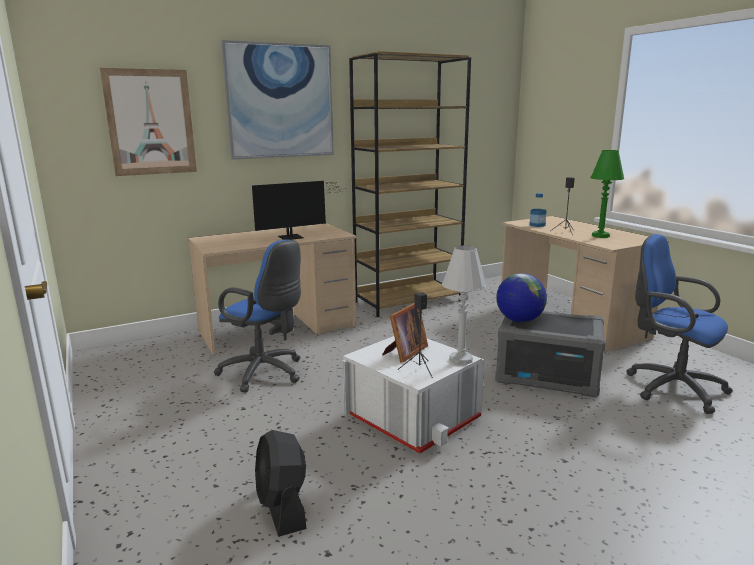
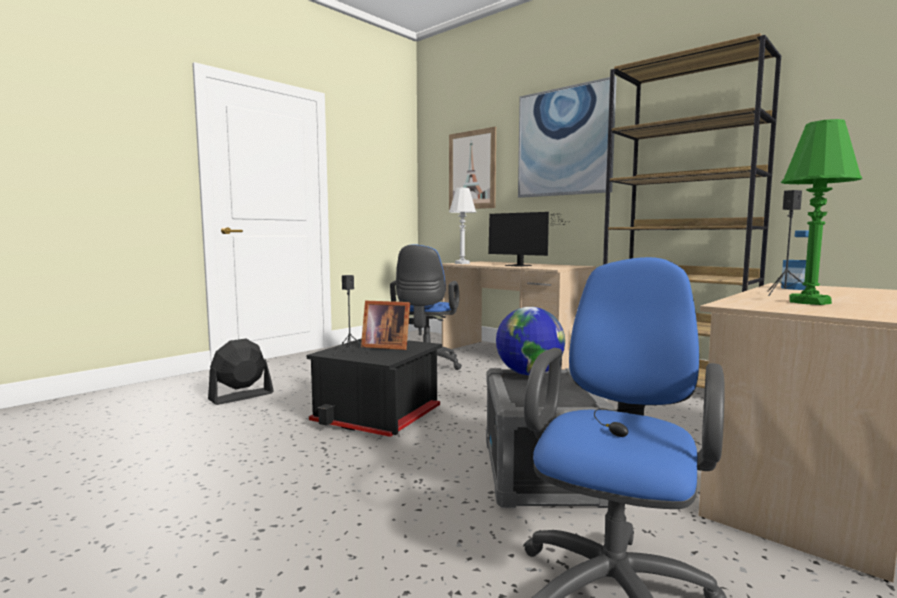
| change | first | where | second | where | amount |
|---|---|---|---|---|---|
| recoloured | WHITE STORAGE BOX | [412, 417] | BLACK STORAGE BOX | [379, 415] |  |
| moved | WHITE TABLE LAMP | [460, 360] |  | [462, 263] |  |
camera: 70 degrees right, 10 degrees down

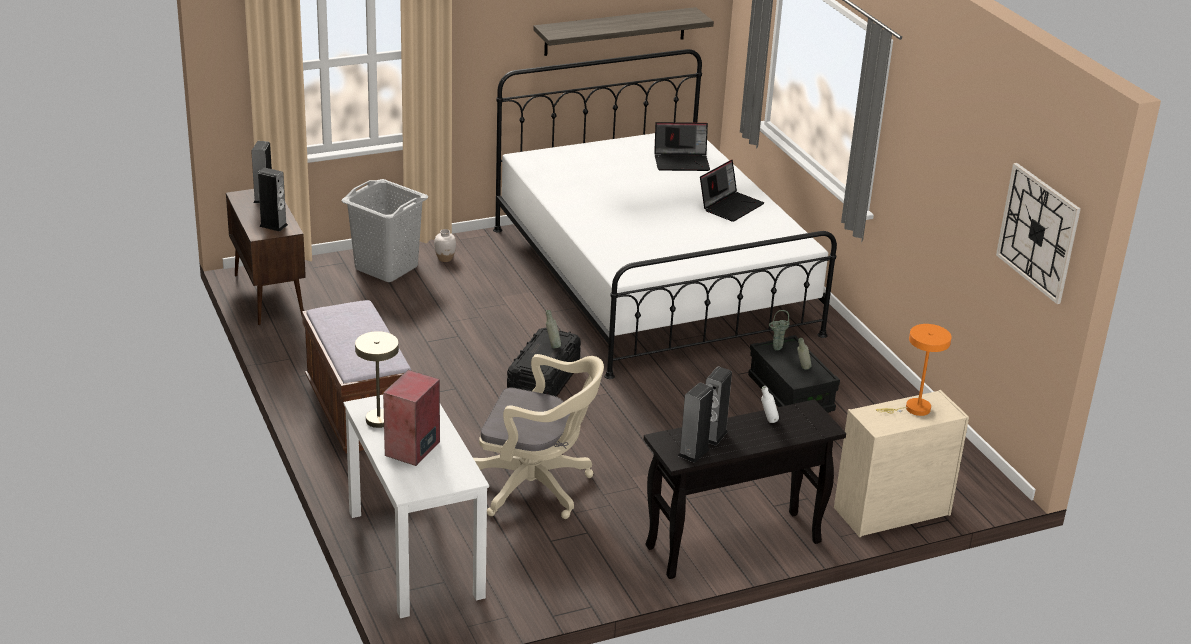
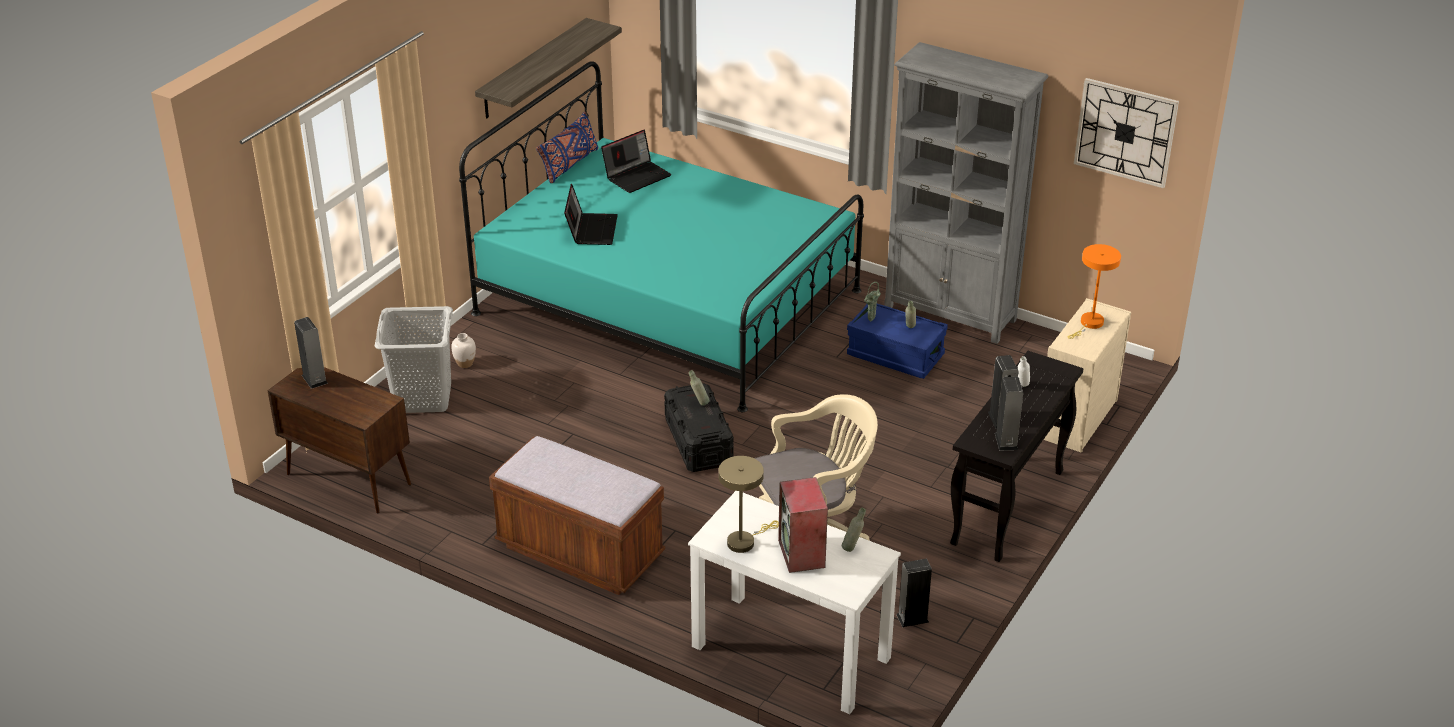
| change | first | where | second | where | amount |
|---|---|---|---|---|---|
| moved | SPEAKER | [273, 225] |  | [912, 618] |  |
| recoloured | WHITE BED | [652, 280] | TURQUOISE BED | [668, 302] |  |
| moved | LAPTOP | [730, 206] |  | [591, 229] |  |
| recoloured | BLACK STORAGE BOX | [790, 394] | BLUE STORAGE BOX | [895, 355] |  |
| added |  |  | BLUE PILLOW | [569, 165] |  |
| added |  |  | GREY BOTTLE | [852, 547] |  |
| added |  |  | GREY BOOKCASE | [950, 314] |  |
camera: 35 degrees left, 5 degrees up

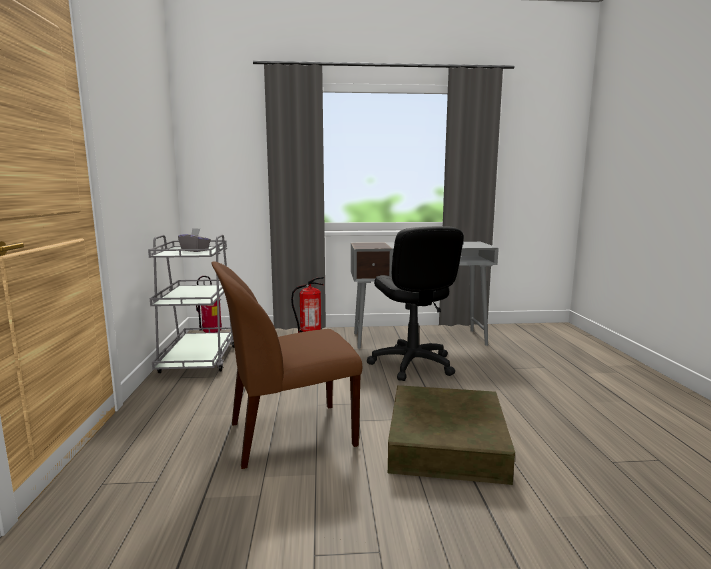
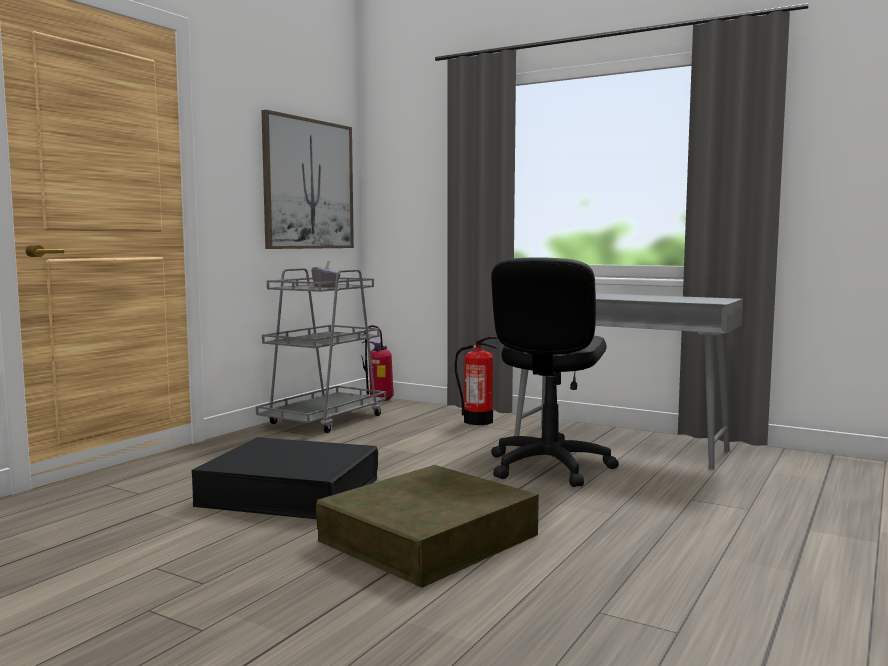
| change | first | where | second | where | amount |
|---|---|---|---|---|---|
| replaced | BROWN CHAIR | [288, 435] | BLACK STORAGE BOX | [290, 492] |  |
| added |  |  | PICTURE | [308, 184] |  |
camera: 35 degrees right, 5 degrees down

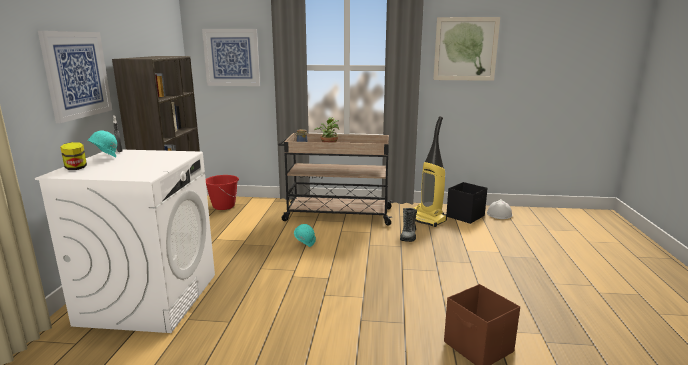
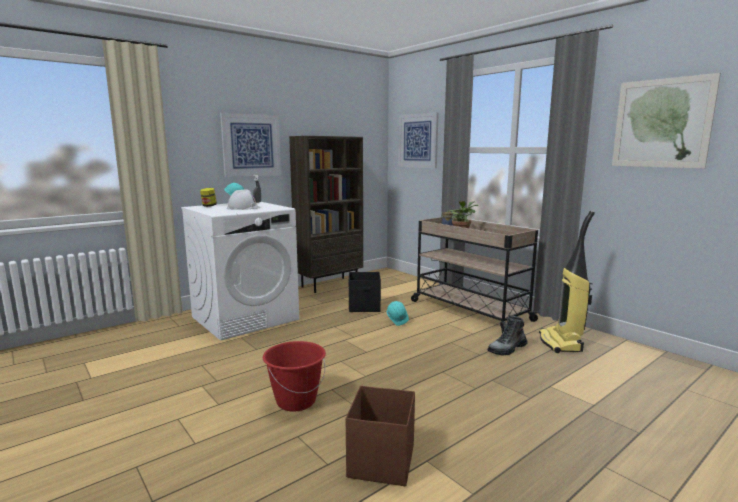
| change | first | where | second | where | amount |
|---|---|---|---|---|---|
| moved | RED BUCKET | [223, 206] |  | [296, 401] |  |
| moved | BLACK STORAGE BOX | [466, 216] |  | [365, 307] |  |
| moved | WHITE HARD HAT | [499, 214] |  | [243, 208] |  |
camera: 45 degrees right, 5 degrees down

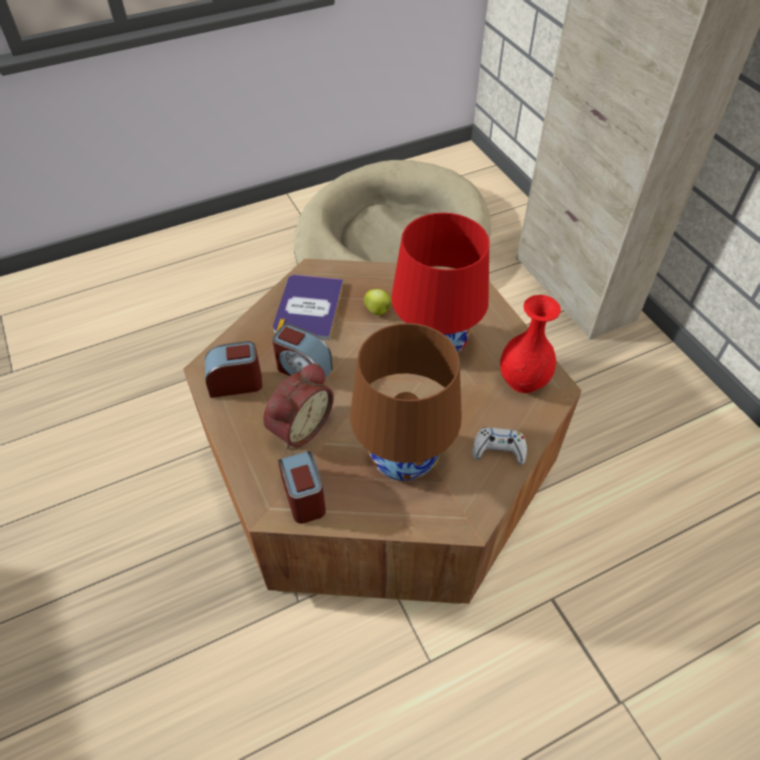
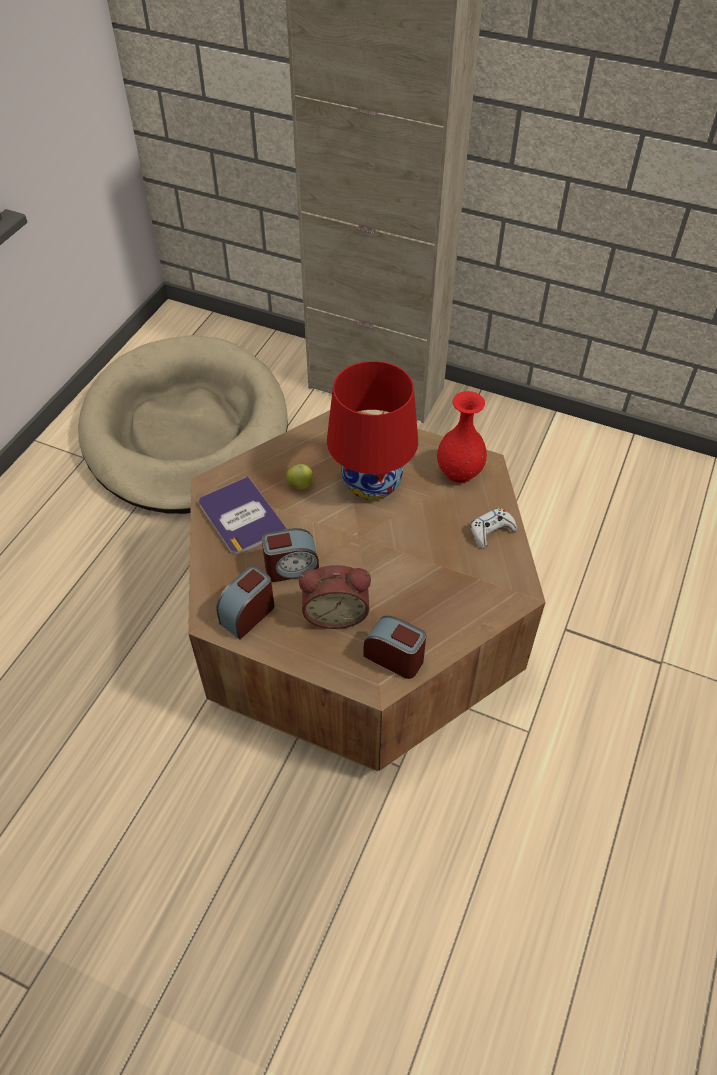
| change | first | where | second | where | amount |
|---|---|---|---|---|---|
| turned | ALARM CLOCK | [298, 426] |  | [336, 612] | 90 degrees clockwise |
| removed | BROWN TABLE LAMP | [403, 457] |  |  |  |
camera: 40 degrees left, 0 degrees up

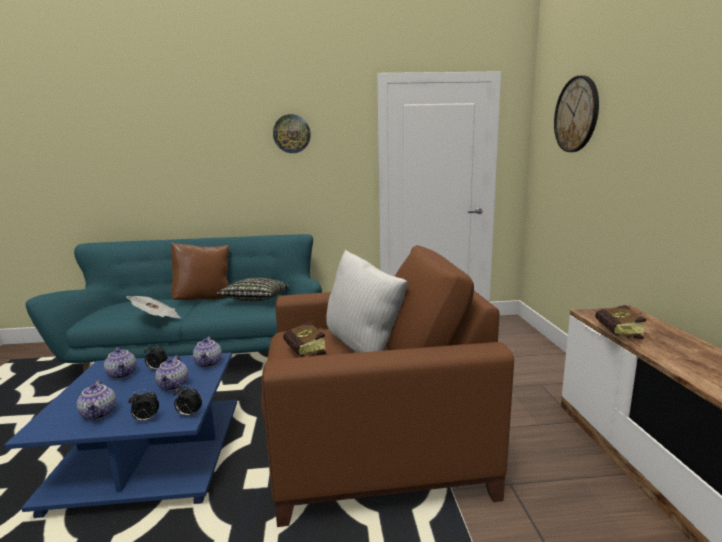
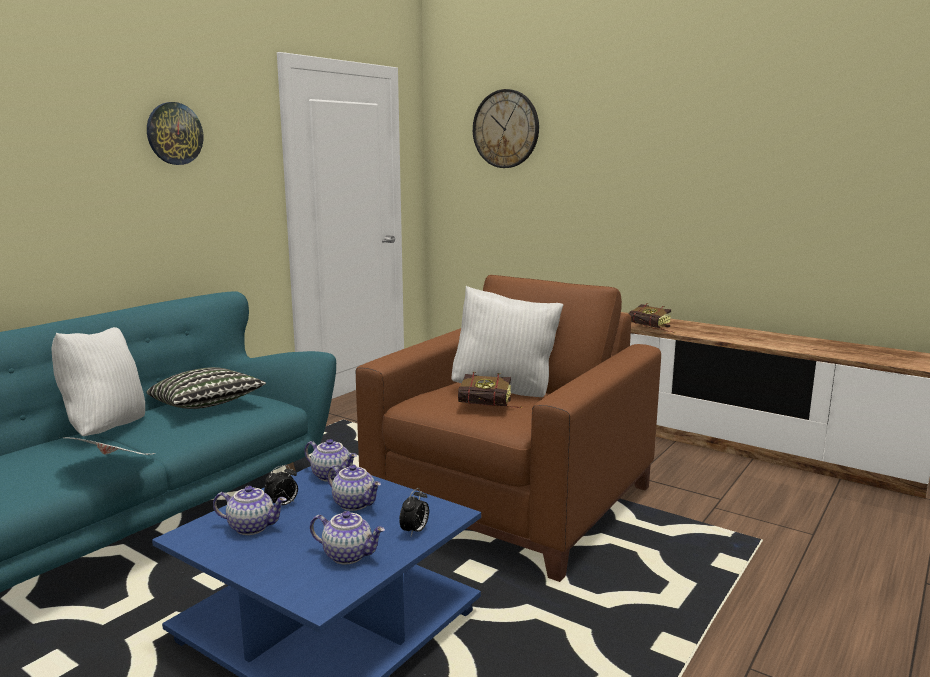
| change | first | where | second | where | amount |
|---|---|---|---|---|---|
| recoloured | BROWN PILLOW | [204, 299] | WHITE PILLOW | [105, 429] |  |
| removed | ALARM CLOCK | [189, 415] |  |  |  |
camera: 50 degrees left, 0 degrees up

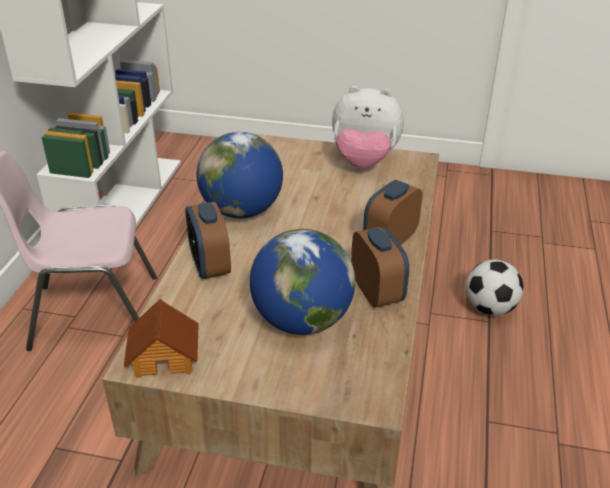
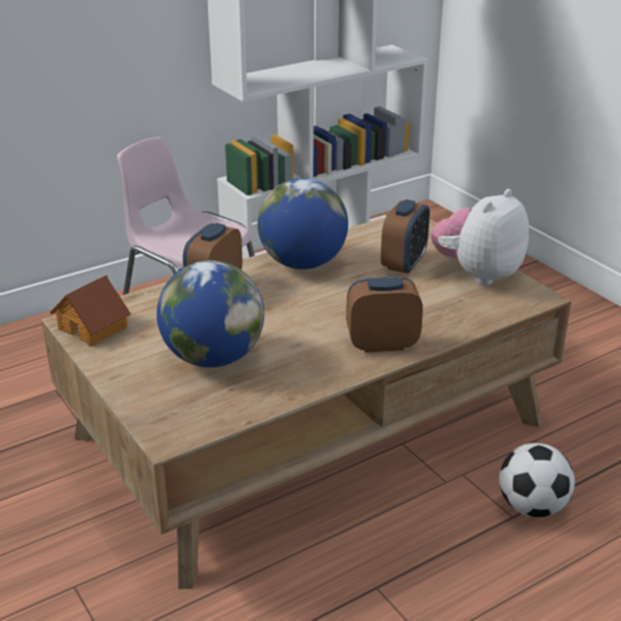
| change | first | where | second | where | amount |
|---|---|---|---|---|---|
| turned | PLUSH TOY | [364, 161] |  | [478, 274] | 75 degrees clockwise |
| moved | ALARM CLOCK | [377, 293] |  | [404, 264] |  |
camera: 45 degrees right, 5 degrees down

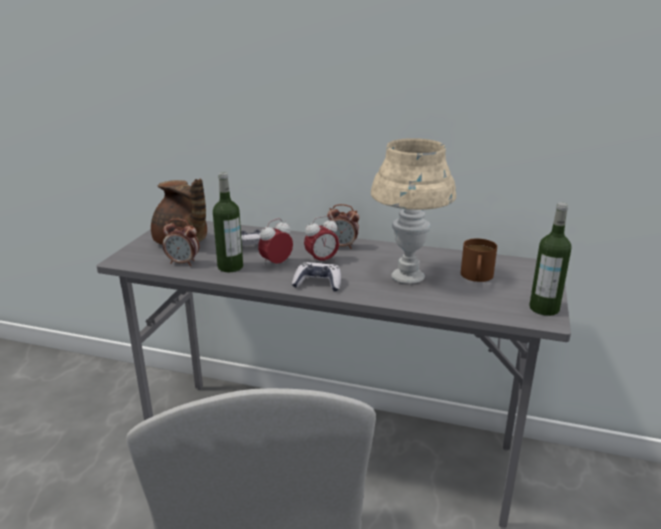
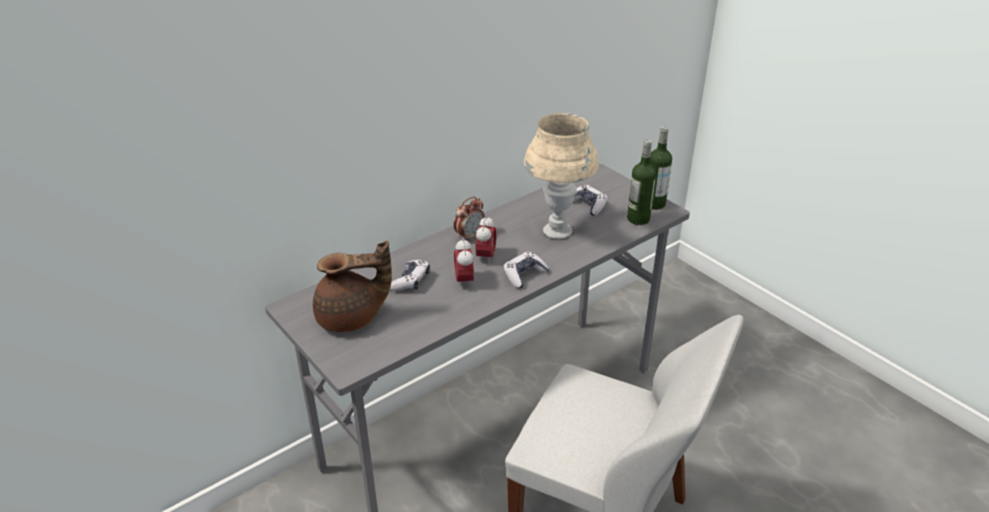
| change | first | where | second | where | amount |
|---|---|---|---|---|---|
| removed | ALARM CLOCK | [183, 263] |  |  |  |
| moved | BOTTLE | [230, 267] |  | [638, 219] |  |
| replaced | BROWN MUG | [476, 277] | GAME CONTROLLER | [588, 205] |  |
camera: 55 degrees left, 10 degrees up

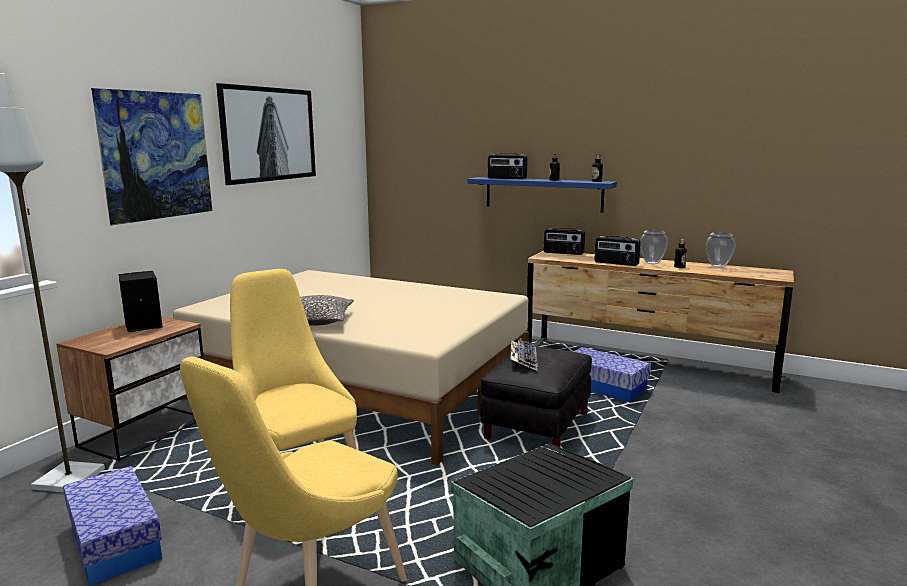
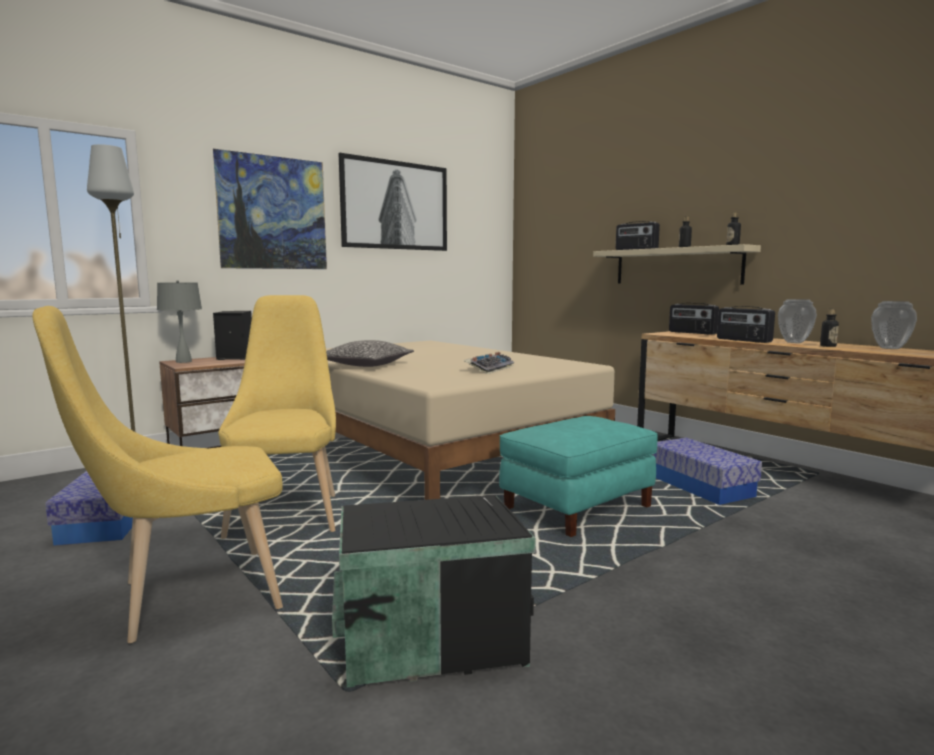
| change | first | where | second | where | amount |
|---|---|---|---|---|---|
| recoloured | BLUE SHELF | [543, 194] | BEIGE SHELF | [676, 266] |  |
| recoloured | BLACK OTTOMAN | [536, 425] | TURQUOISE OTTOMAN | [577, 507] |  |
| moved | KEYBOARD | [523, 359] |  | [489, 368] |  |
| added |  |  | GREY TABLE LAMP | [183, 361] |  |
camera: 25 degrees right, 5 degrees down

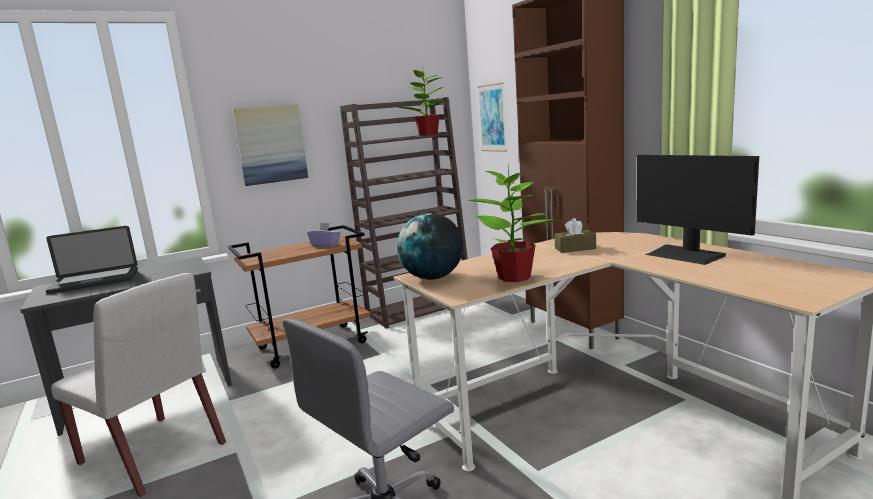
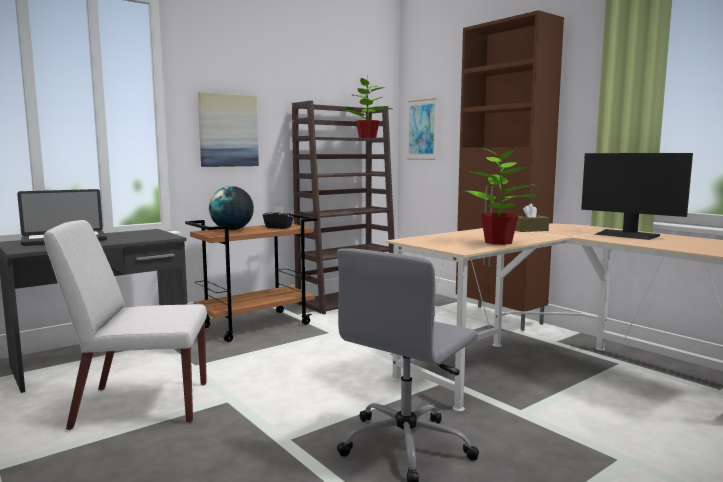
| change | first | where | second | where | amount |
|---|---|---|---|---|---|
| turned | WHITE CHAIR | [154, 454] |  | [140, 405] | 150 degrees clockwise |
| recoloured | PURPLE TISSUE BOX | [325, 245] | BLACK TISSUE BOX | [278, 227] |  |
| moved | GLOBE | [433, 278] |  | [232, 229] |  |
camera: 10 degrees left, 5 degrees down

